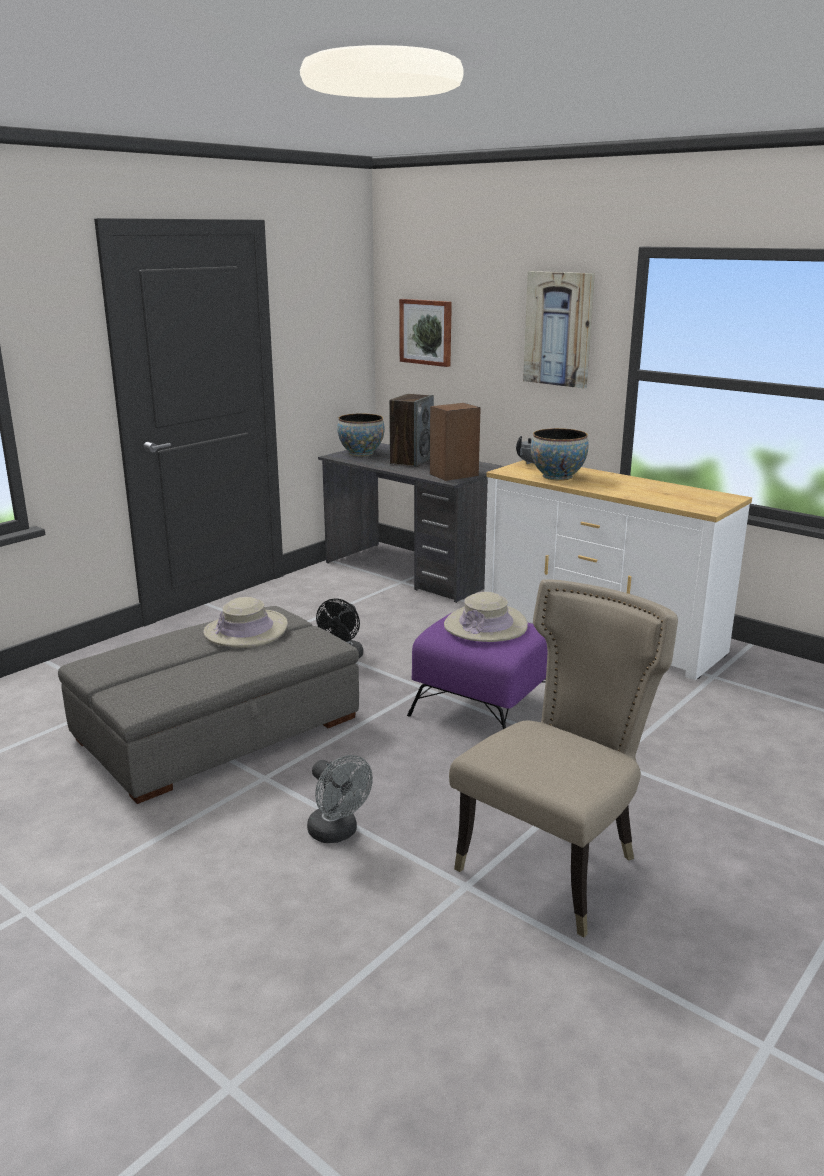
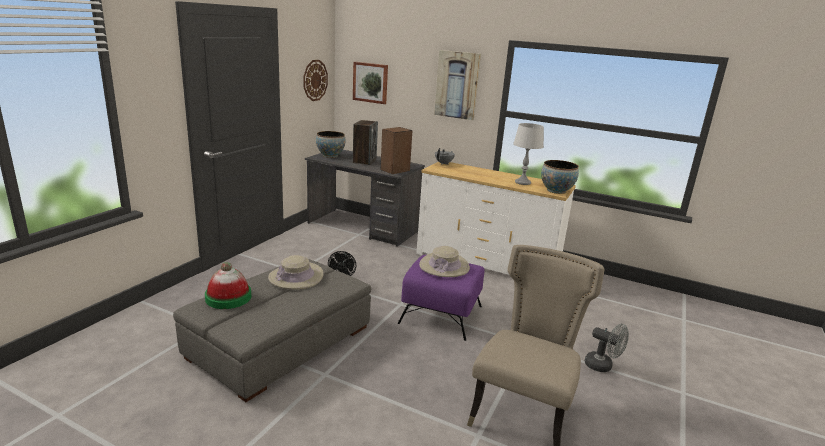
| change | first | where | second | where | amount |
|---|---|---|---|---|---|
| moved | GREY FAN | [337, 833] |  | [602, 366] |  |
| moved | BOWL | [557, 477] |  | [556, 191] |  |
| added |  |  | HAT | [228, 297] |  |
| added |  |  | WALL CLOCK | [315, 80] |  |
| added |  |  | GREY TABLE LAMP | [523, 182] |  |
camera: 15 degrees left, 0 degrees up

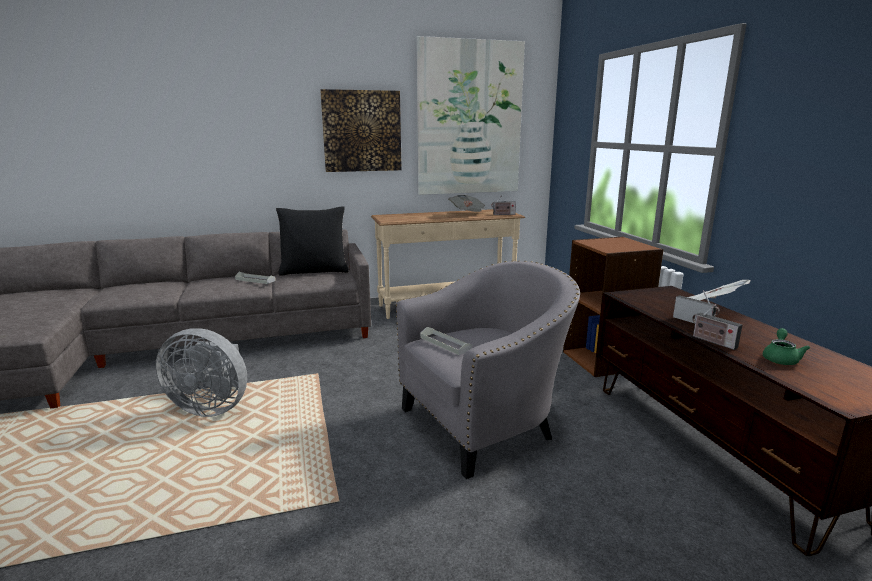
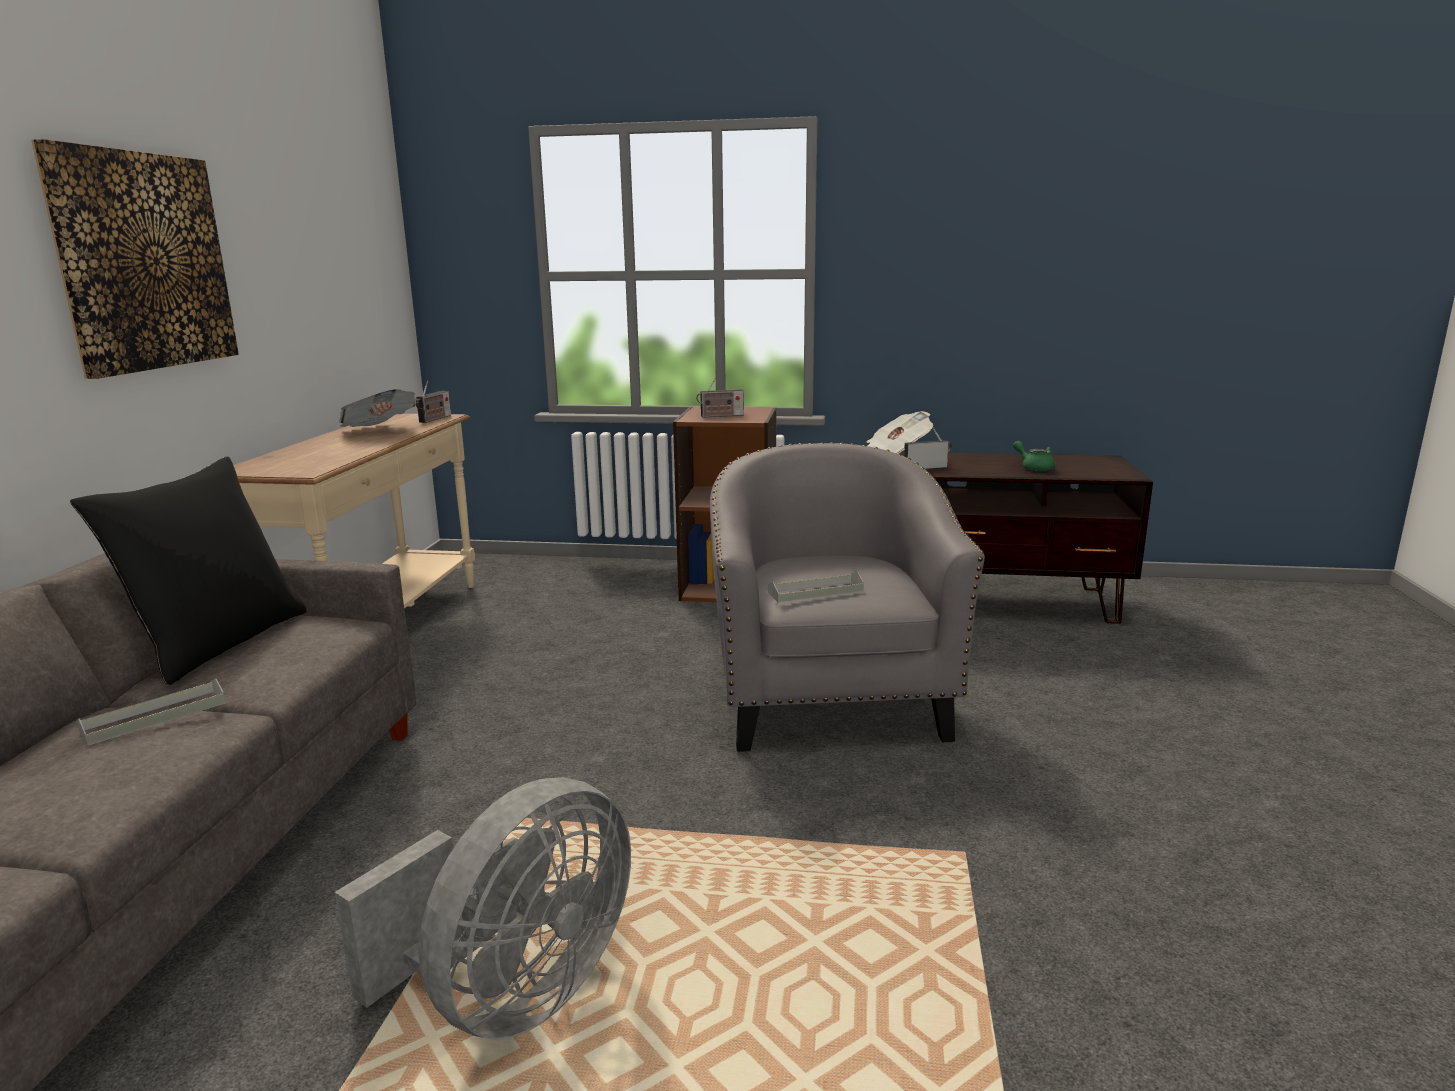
| change | first | where | second | where | amount |
|---|---|---|---|---|---|
| removed | PICTURE | [469, 119] |  |  |  |
| moved | RADIO | [712, 341] |  | [720, 416] |  |
camera: 65 degrees left, 0 degrees up

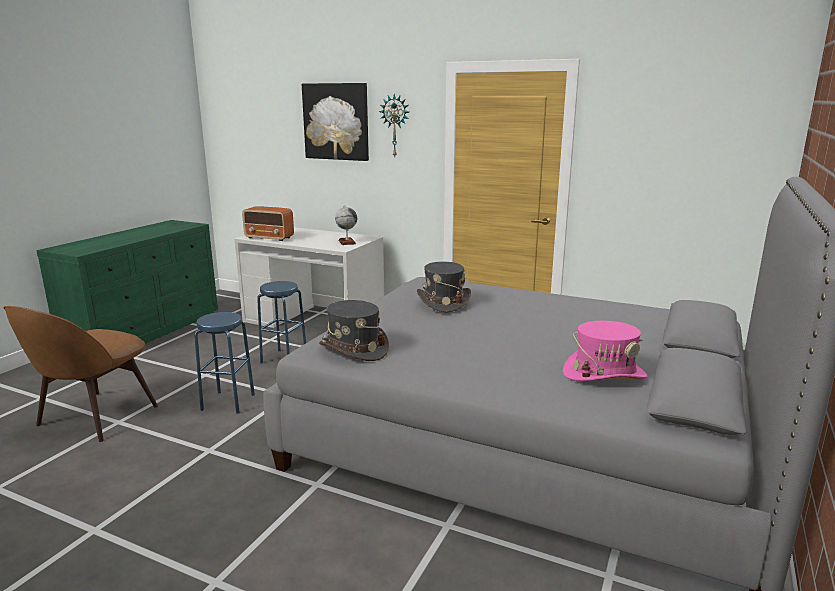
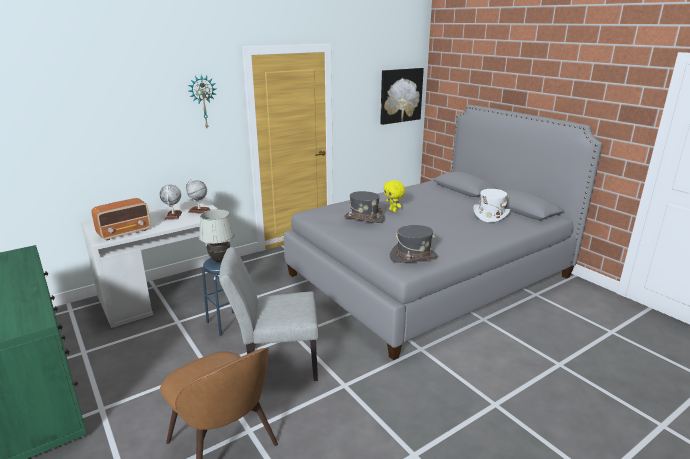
| change | first | where | second | where | amount |
|---|---|---|---|---|---|
| replaced | BLUE STOOL | [228, 402] | GREY CHAIR | [275, 364] |  |
| moved | PICTURE | [336, 121] |  | [400, 95] |  |
| recoloured | PINK HAT | [604, 374] | WHITE HAT | [490, 215] |  |
| added |  |  | GLOBE | [173, 216] |  |
| added |  |  | WHITE TABLE LAMP | [220, 260] |  |
| added |  |  | YELLOW PLUSH TOY | [393, 210] |  |
camera: 60 degrees left, 5 degrees up

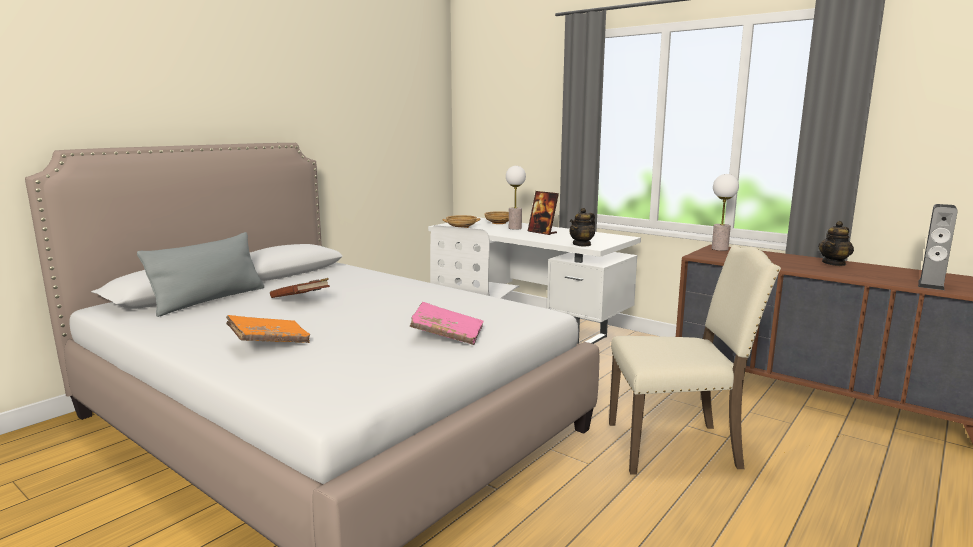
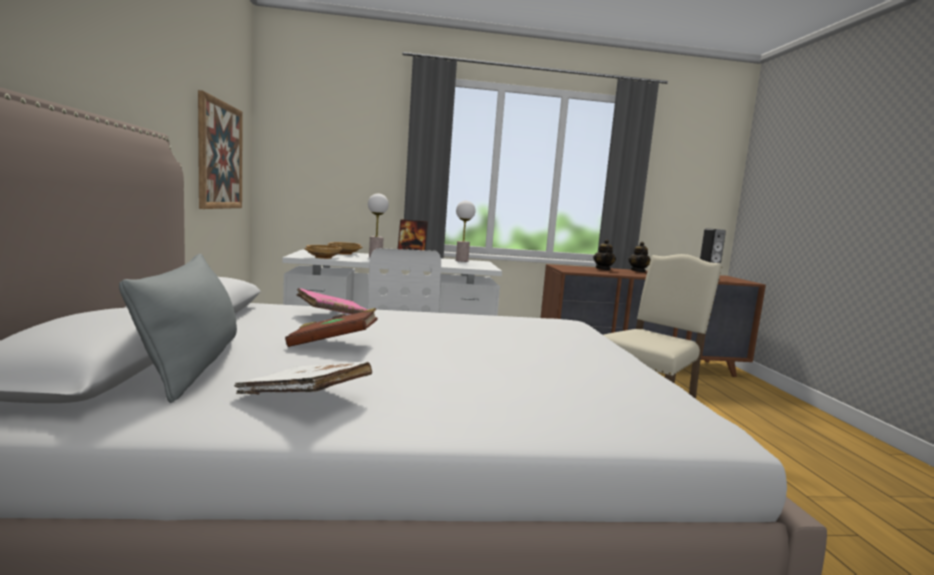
| change | first | where | second | where | amount |
|---|---|---|---|---|---|
| removed | ORANGE BOOK | [269, 342] |  |  |  |
| moved | PINK BOOK | [447, 335] |  | [333, 315] |  |
| moved | TEAPOT | [582, 244] |  | [603, 269] |  |
| moved | TABLE LAMP | [719, 249] |  | [461, 261] |  |
| added |  |  | PICTURE | [220, 155] |  |
| added |  |  | WHITE BOOK | [304, 398] |  |
camera: 45 degrees left, 5 degrees down

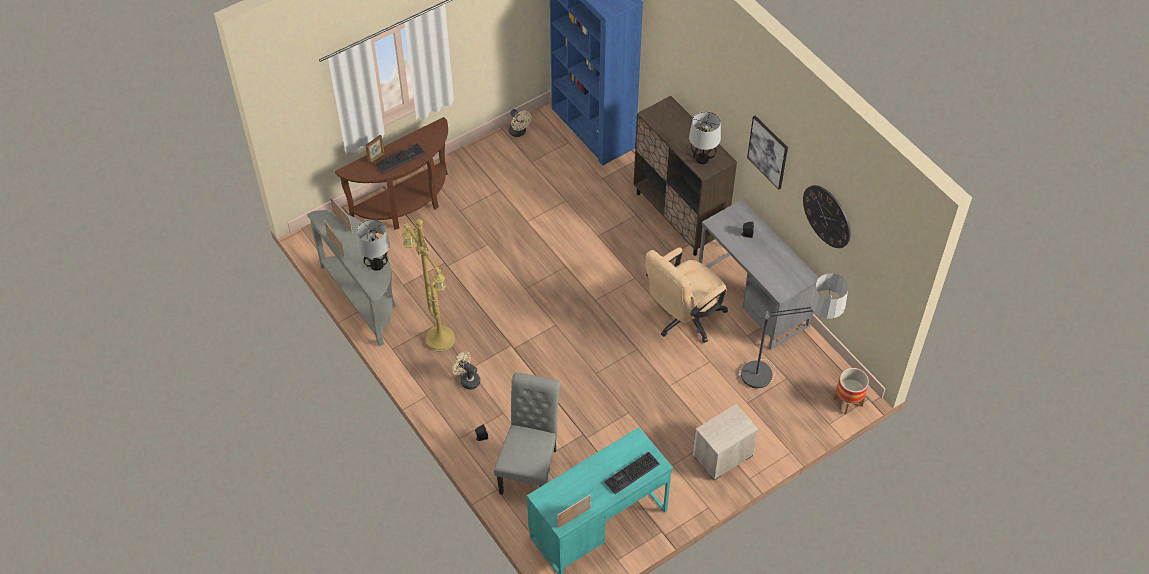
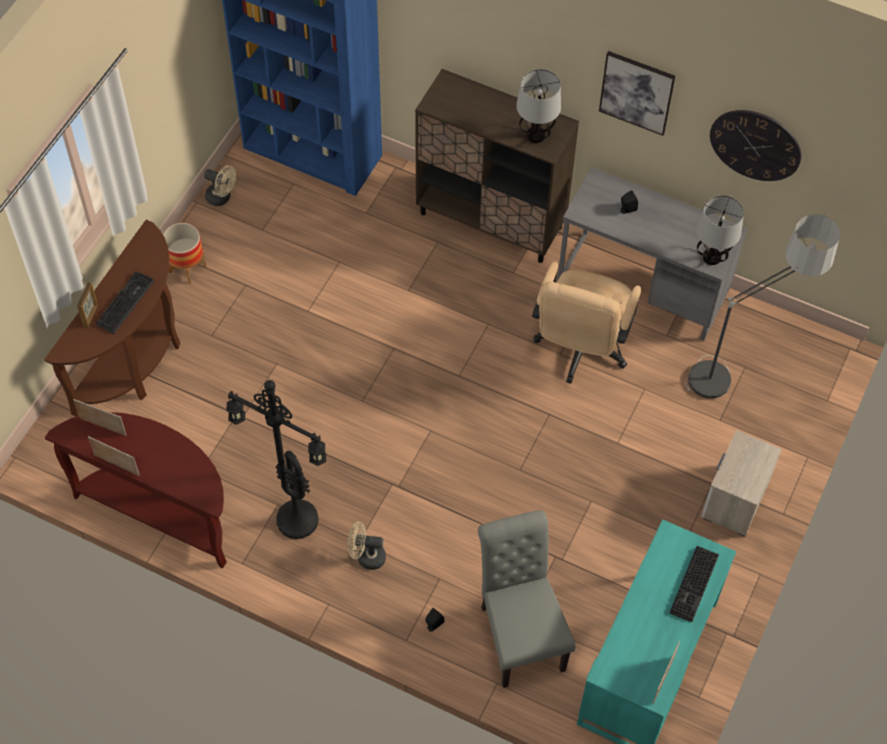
| change | first | where | second | where | amount |
|---|---|---|---|---|---|
| recoloured | GREY CONSOLE TABLE | [364, 298] | BROWN CONSOLE TABLE | [161, 512] |  |
| moved | TABLE LAMP | [377, 265] |  | [712, 257] |  |
| recoloured | YELLOW FLOOR LAMP | [438, 339] | BLACK FLOOR LAMP | [294, 521] |  |
| moved | PLANTER | [847, 402] |  | [187, 269] |  |
camera: 30 degrees left, 5 degrees up

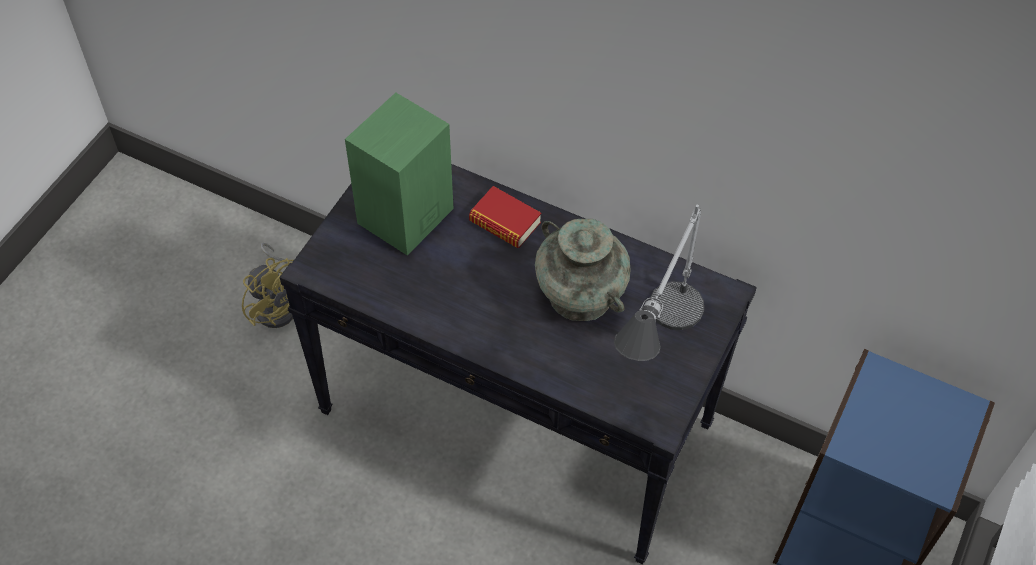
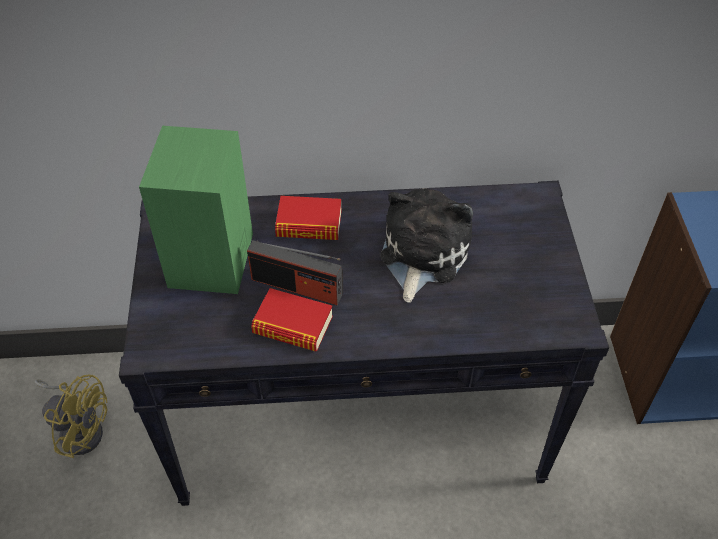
| change | first | where | second | where | amount |
|---|---|---|---|---|---|
| replaced | TURQUOISE VASE | [579, 295] | PLUSH TOY | [422, 254] |  |
| removed | TABLE LAMP | [655, 352] |  |  |  |
| added |  |  | RADIO | [297, 286] |  |
| added |  |  | BOOK | [293, 325] |  |
camera: 30 degrees left, 5 degrees down

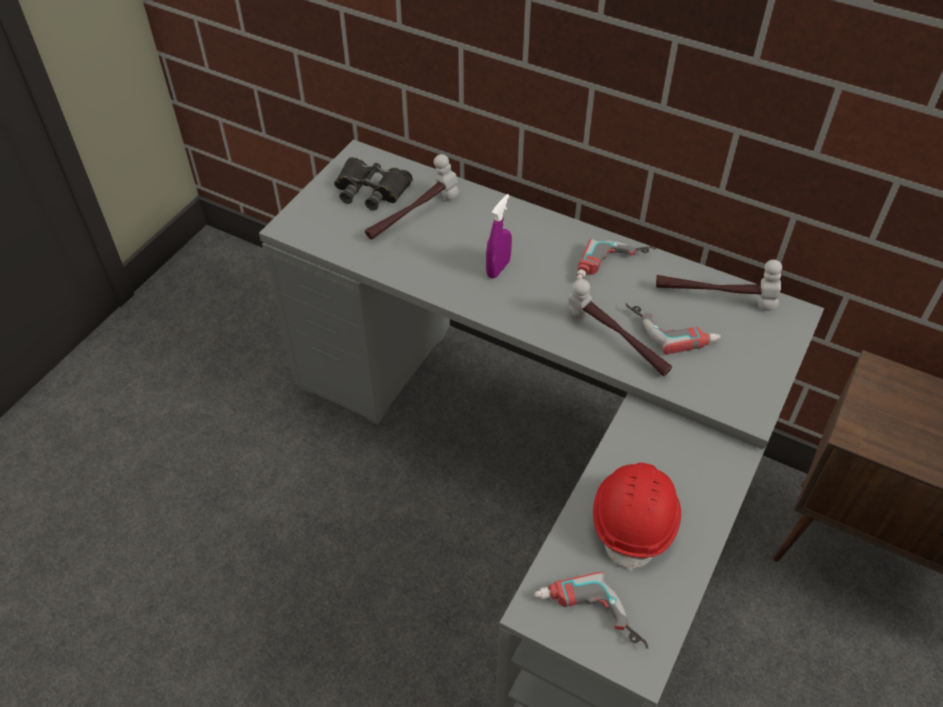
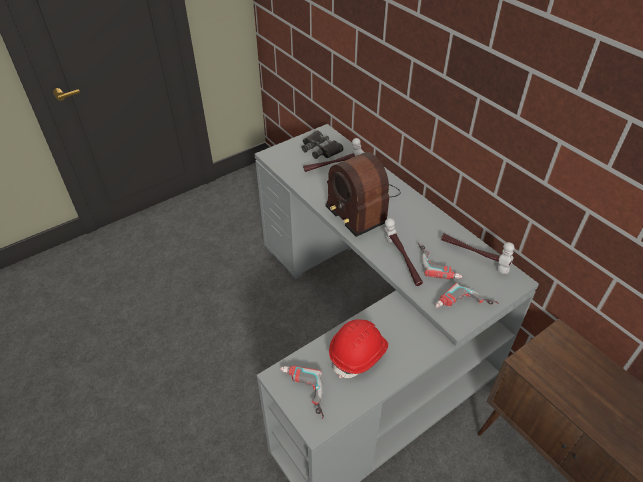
| change | first | where | second | where | amount |
|---|---|---|---|---|---|
| replaced | PURPLE SPRAY BOTTLE | [498, 269] | RADIO | [361, 205] |  |
| moved | POWER DRILL | [614, 268] |  | [464, 307] |  |
camera: 25 degrees right, 5 degrees down

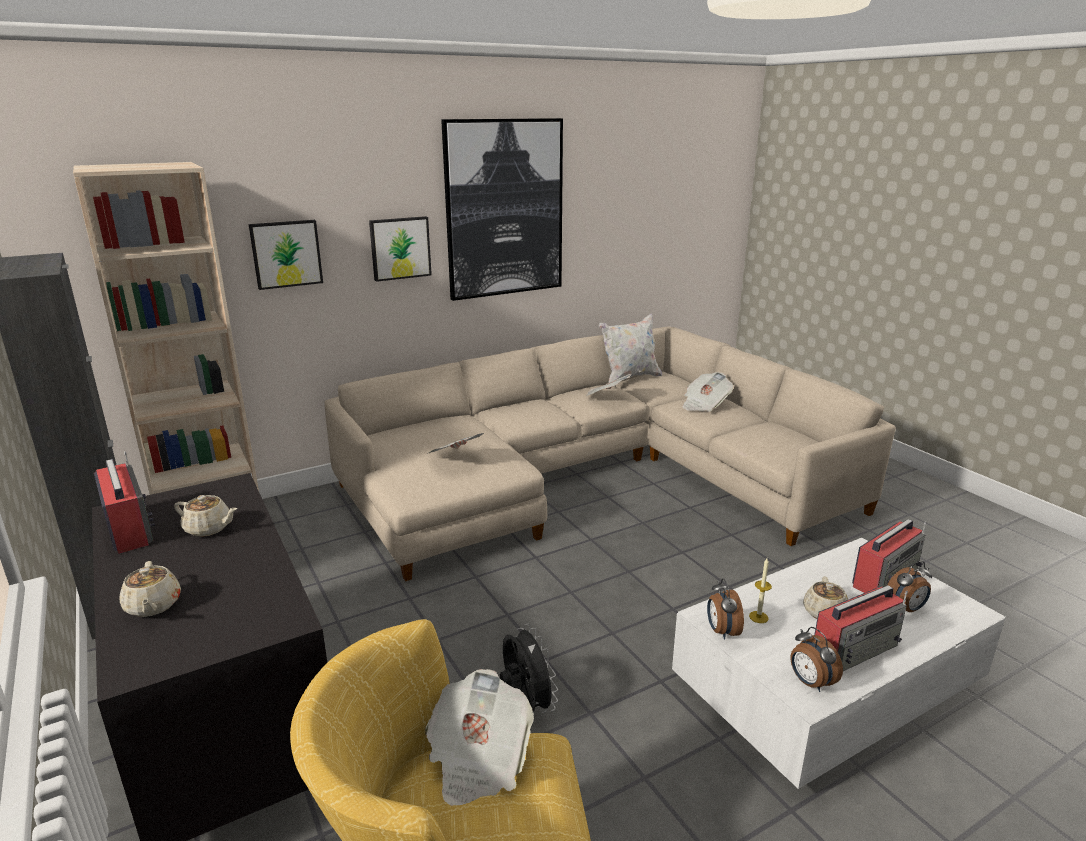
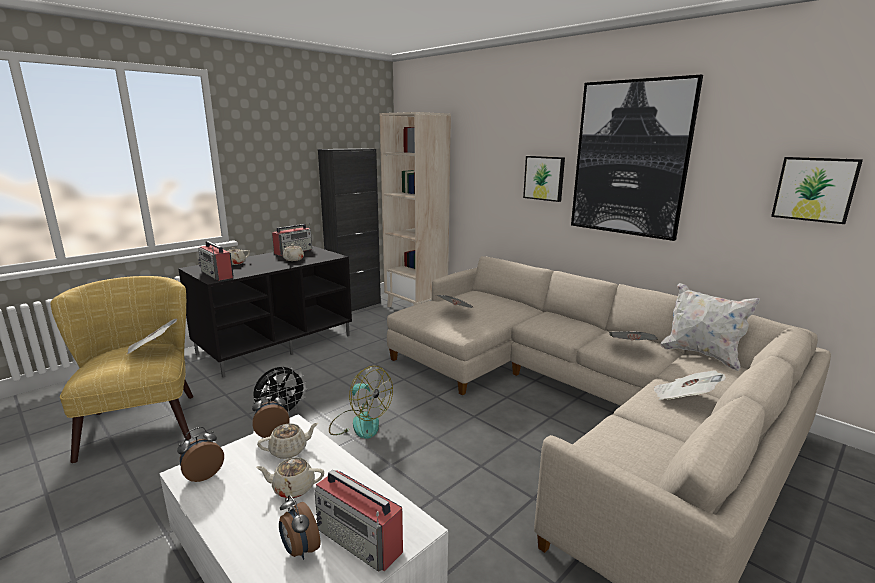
| change | first | where | second | where | amount |
|---|---|---|---|---|---|
| moved | PICTURE | [286, 254] |  | [815, 189] |  |
| replaced | CANDLE | [758, 617] | BEIGE TEAPOT | [289, 450] |  |
| moved | RADIO | [855, 649] |  | [217, 274] |  |
| added |  |  | FAN | [359, 423] |  |
camera: 75 degrees right, 5 degrees down

